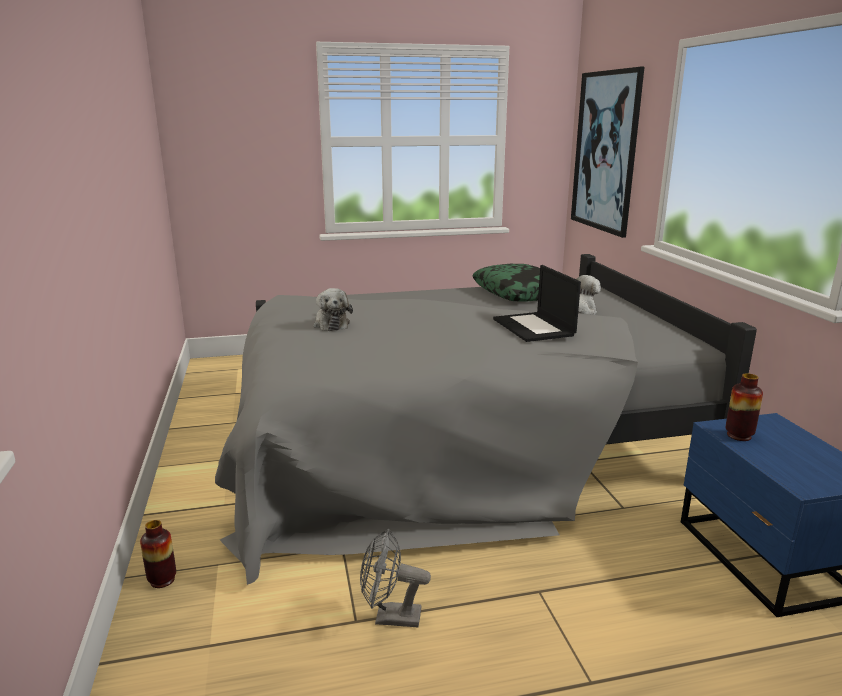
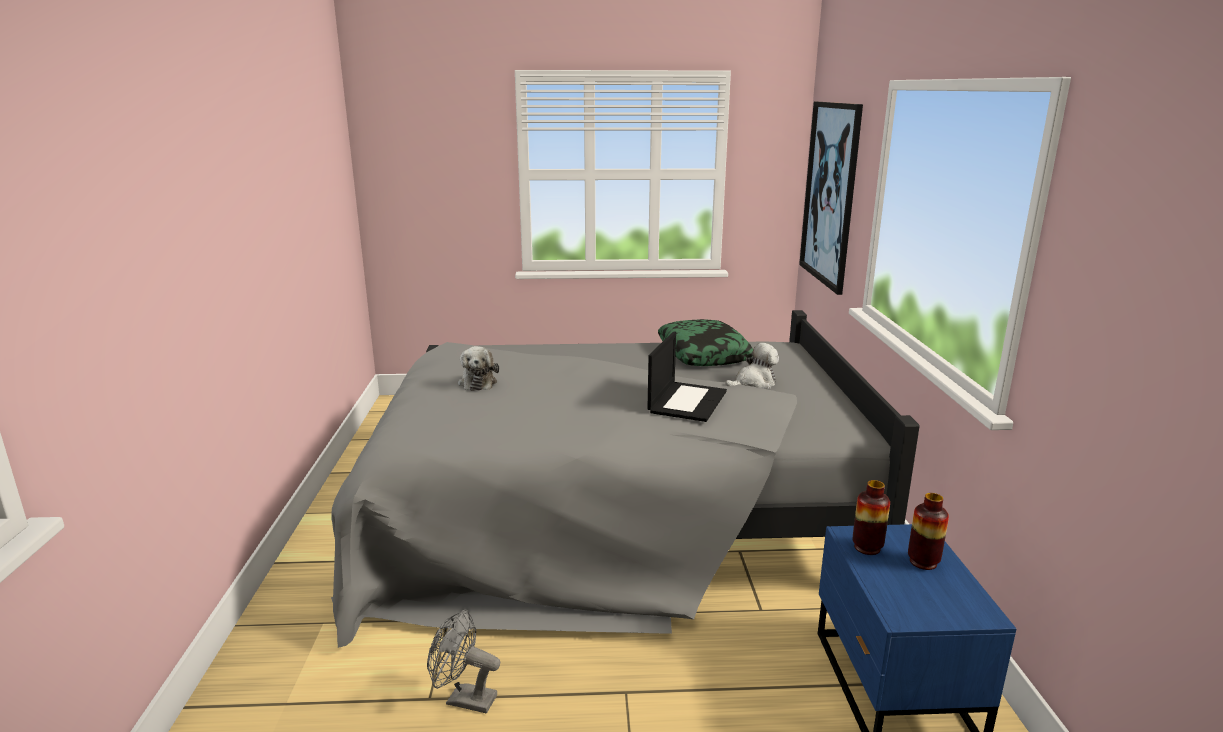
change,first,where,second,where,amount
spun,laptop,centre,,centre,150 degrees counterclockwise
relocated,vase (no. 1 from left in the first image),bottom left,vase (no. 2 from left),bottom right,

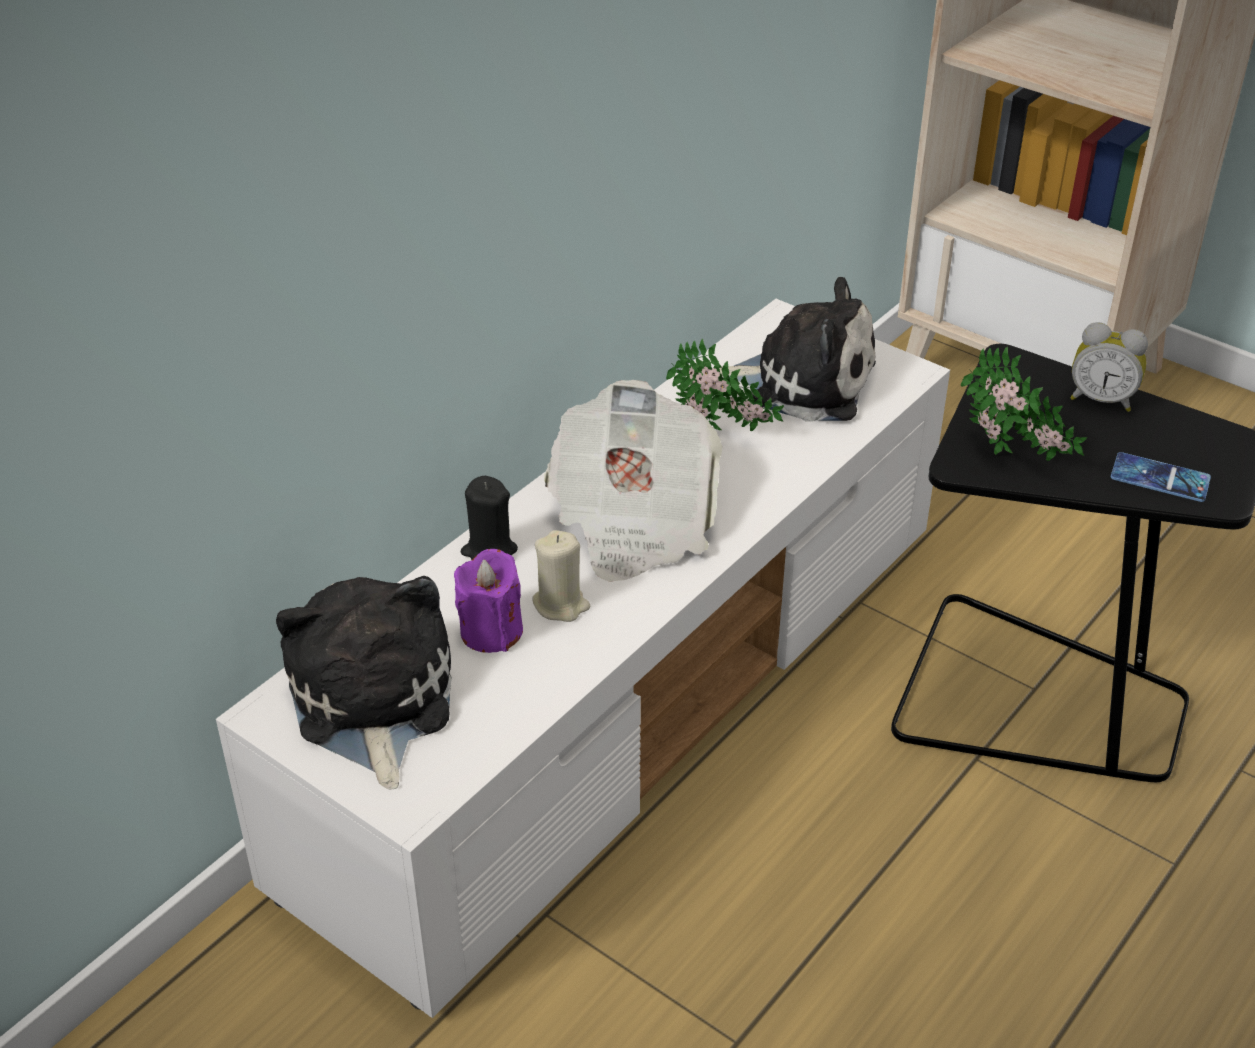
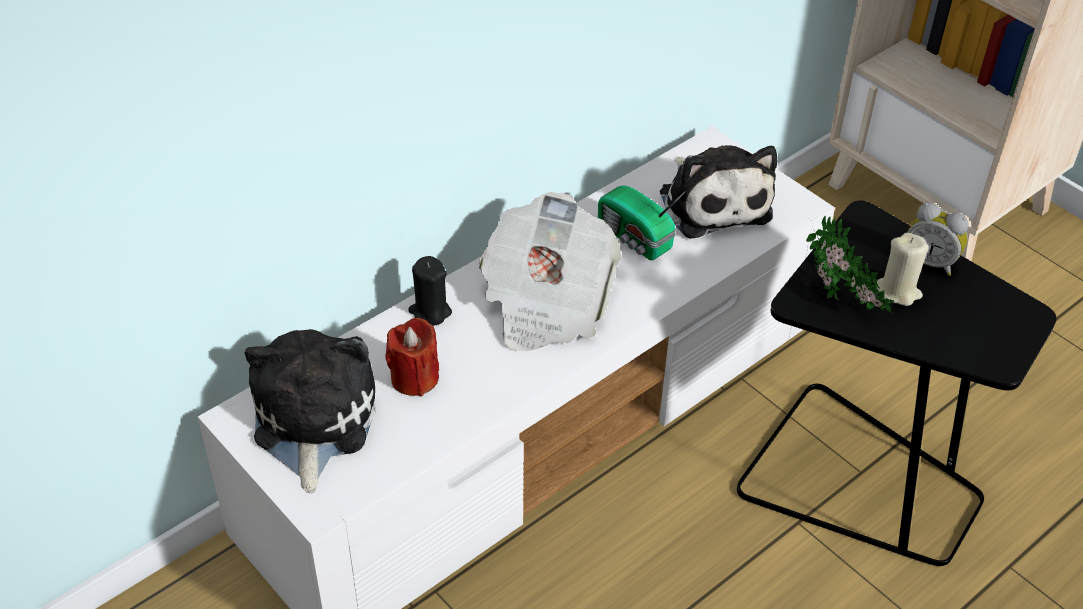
change,first,where,second,where,amount
spun,plush toy (no. 2 from left),top centre,,top centre,45 degrees clockwise
exchanged,potted plant (no. 1 from left),centre,radio,centre,
missing,phone,middle right,,,
relocated,candle in beige,centre,,middle right,
colour,candle in purple,centre,candle in red,centre,

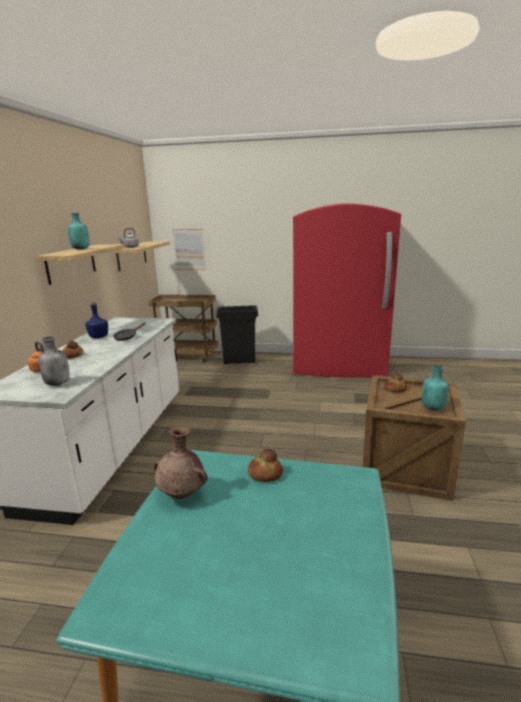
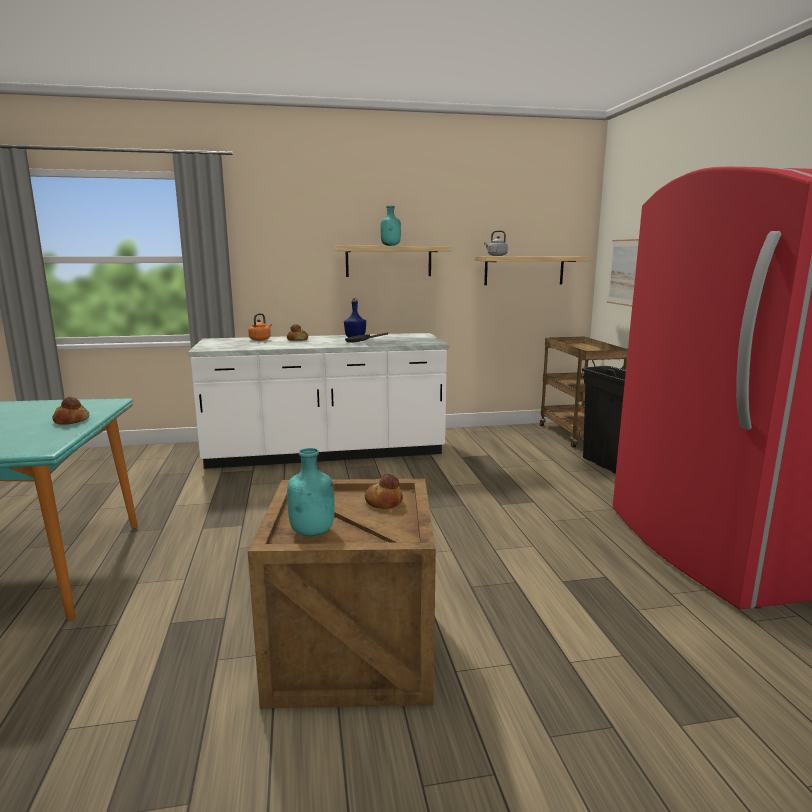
change,first,where,second,where,amount
missing,bottle in grey,middle left,,,
missing,vase in brown,centre,,,

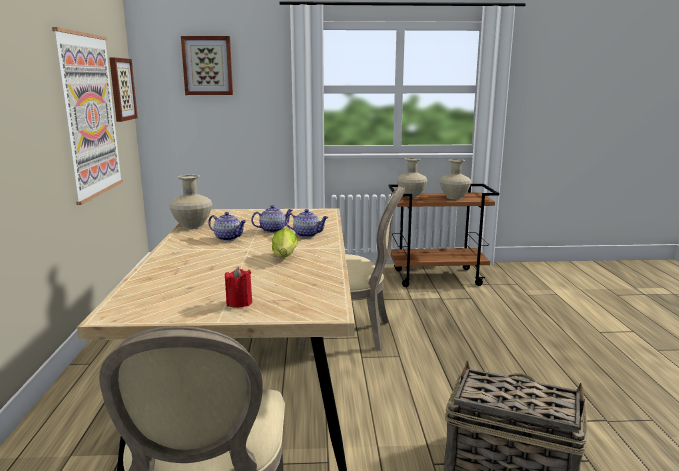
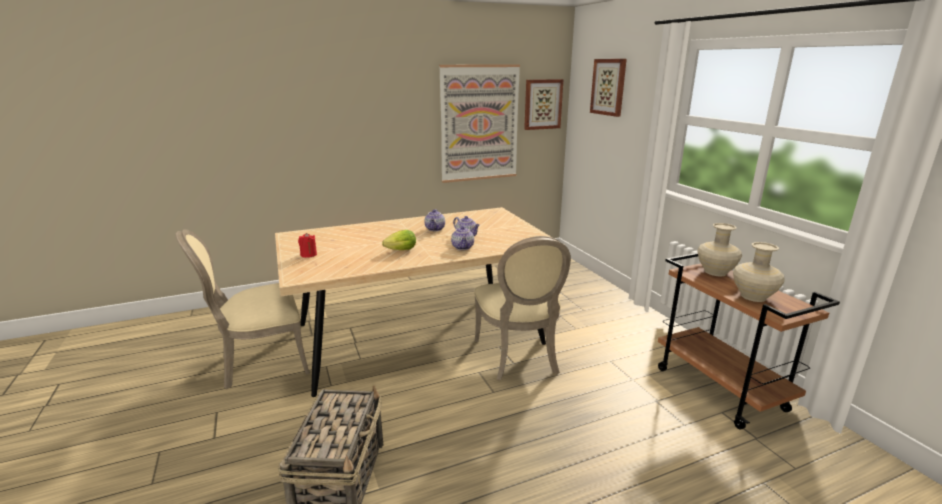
change,first,where,second,where,amount
missing,vase in beige (no. 1 from left),middle left,,,

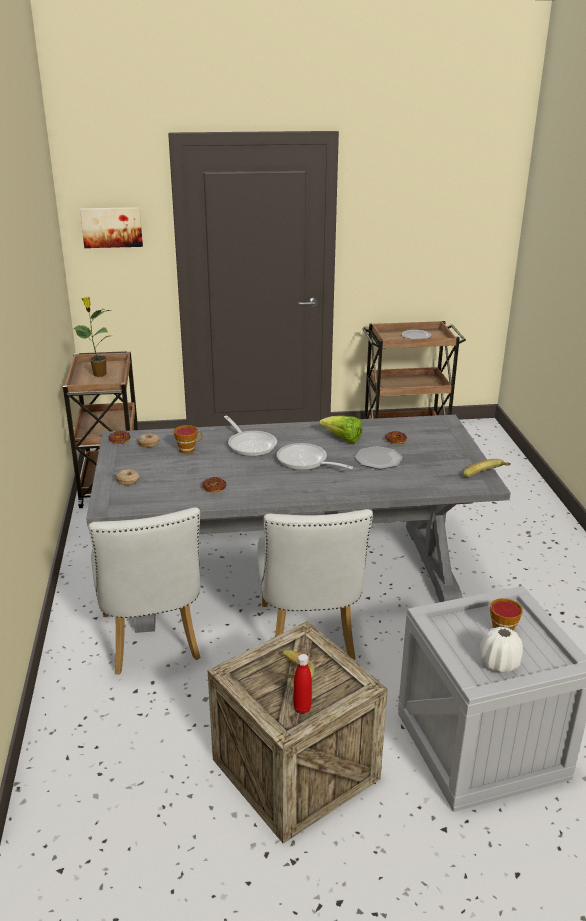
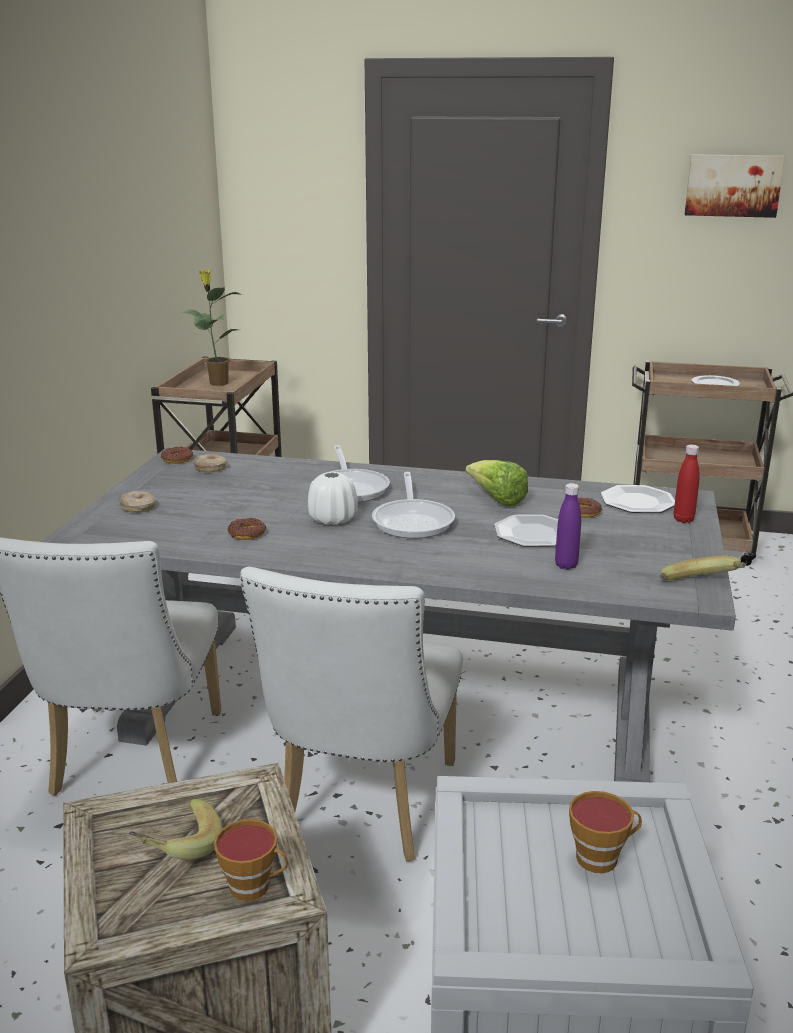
change,first,where,second,where,amount
relocated,picture,top left,,top right,
relocated,cup (no. 1 from left),middle left,,bottom left,
spun,frying pan (no. 2 from left),centre,,centre,150 degrees counterclockwise
relocated,vase in white,bottom right,,centre,
relocated,bottle in red,bottom centre,,middle right,
appeared,,,bottle in purple,middle right,
appeared,,,plate (no. 2 from left),middle right,

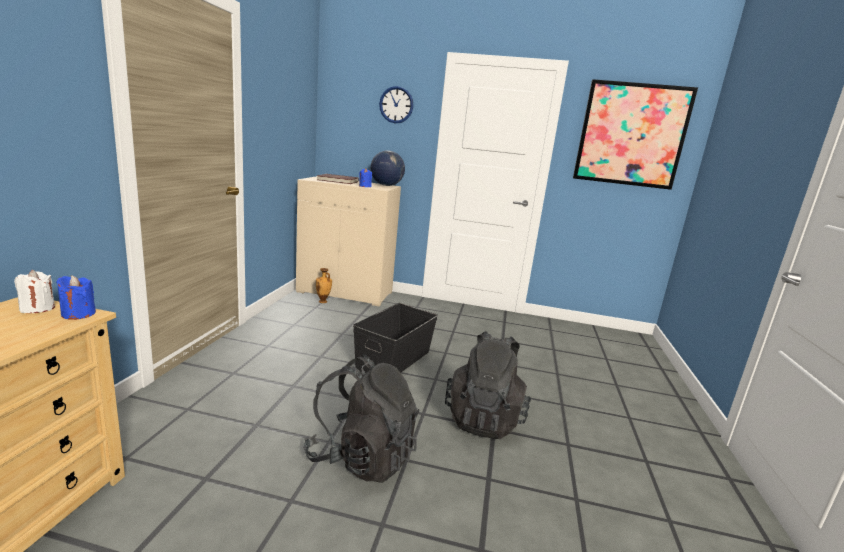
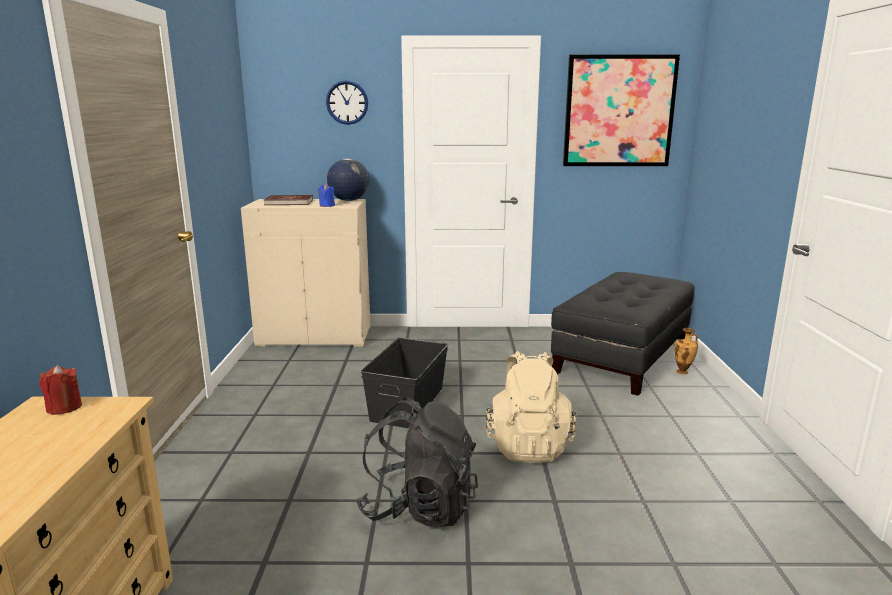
change,first,where,second,where,amount
relocated,vase,centre,,middle right,
colour,candle in white,middle left,candle in red,middle left,
missing,candle in blue (no. 1 from left),middle left,,,
colour,backpack in black (no. 2 from left),bottom centre,backpack in beige,bottom centre,
appeared,,,ottoman in black,middle right,

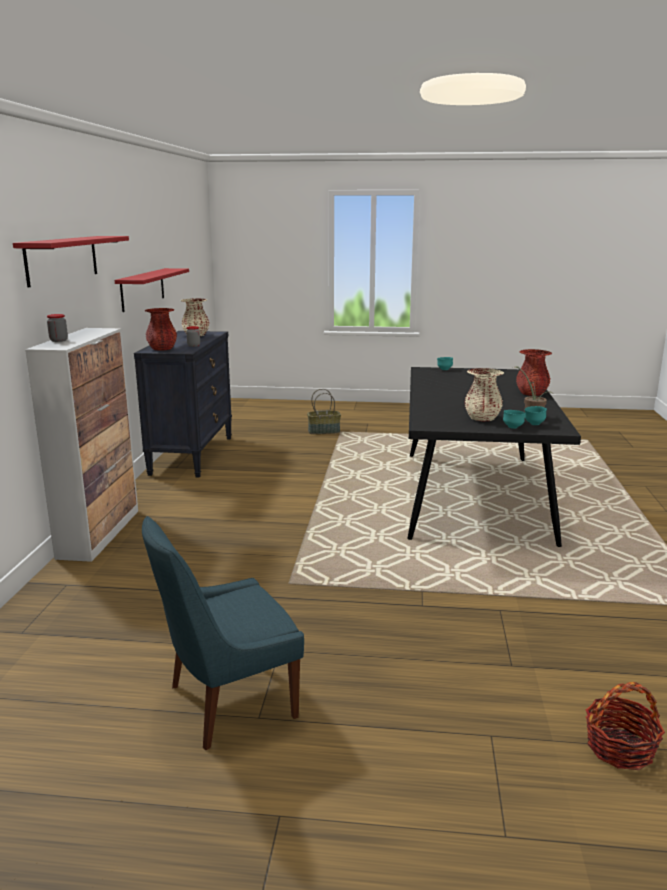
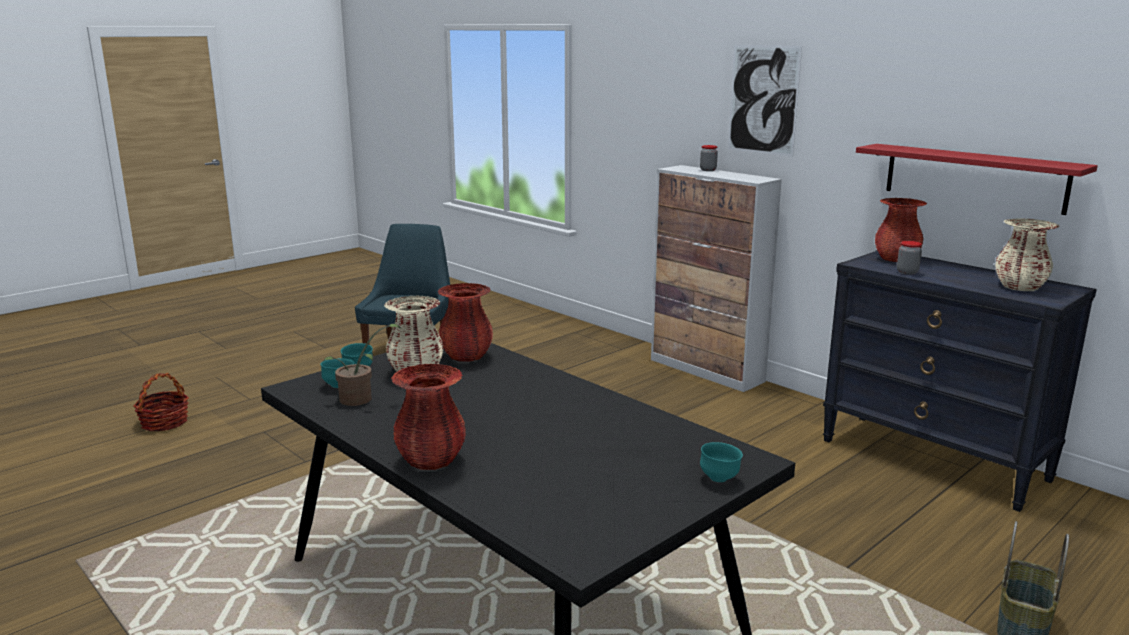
change,first,where,second,where,amount
exchanged,shelf in red (no. 1 from left),top left,picture,top right,
appeared,,,vase in red (no. 2 from left),centre,

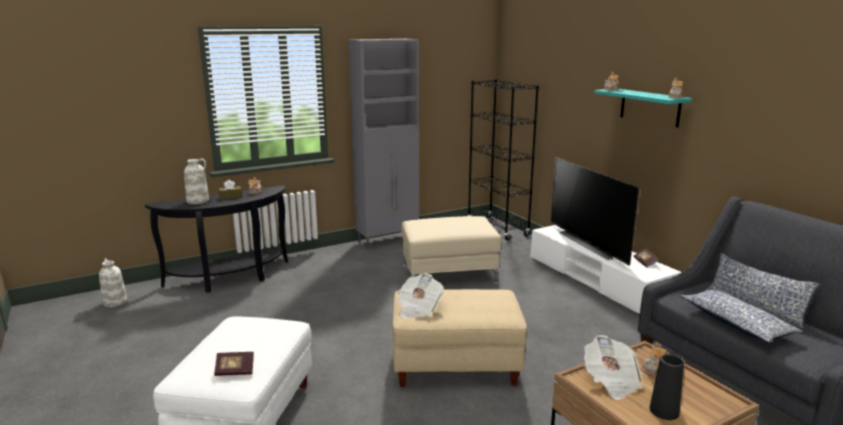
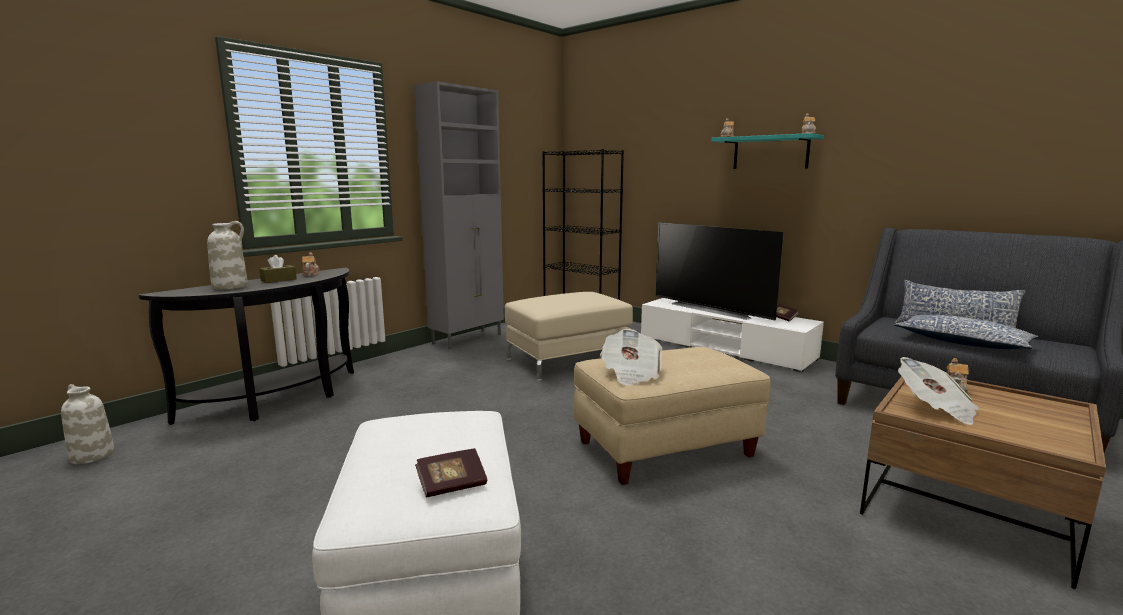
change,first,where,second,where,amount
missing,vase in black,bottom right,,,

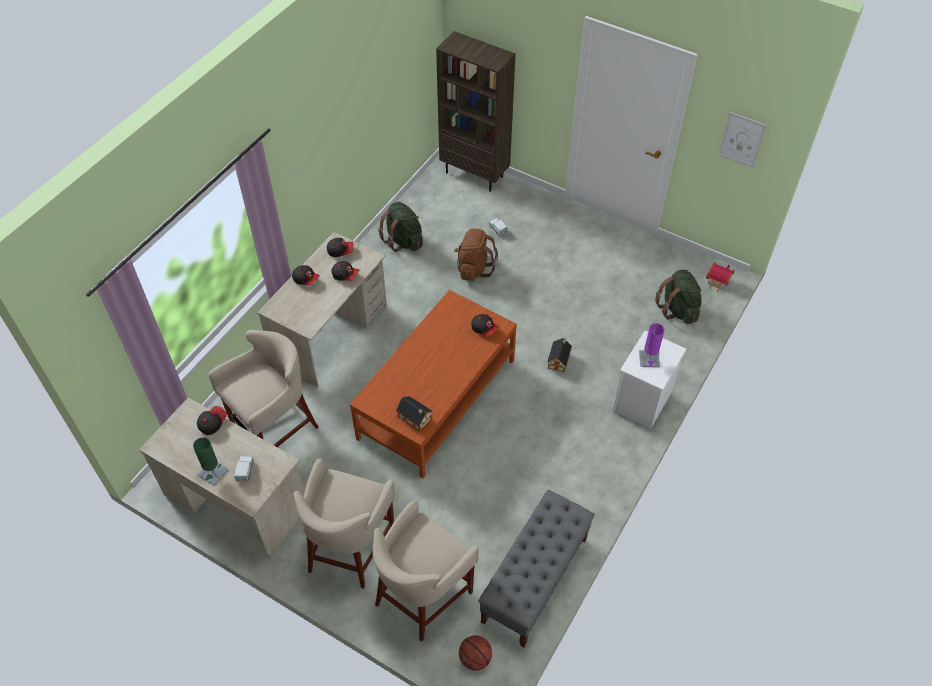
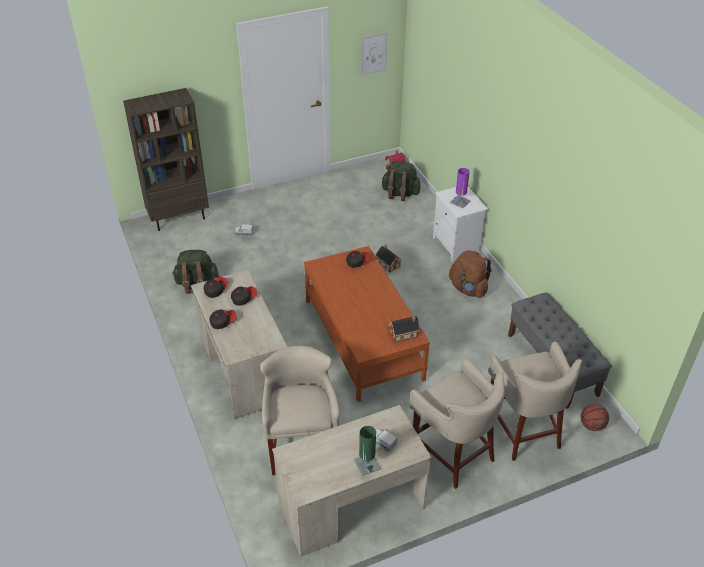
change,first,where,second,where,amount
relocated,backpack in brown,centre,,middle right,
missing,cap (no. 1 from left),middle left,,,

